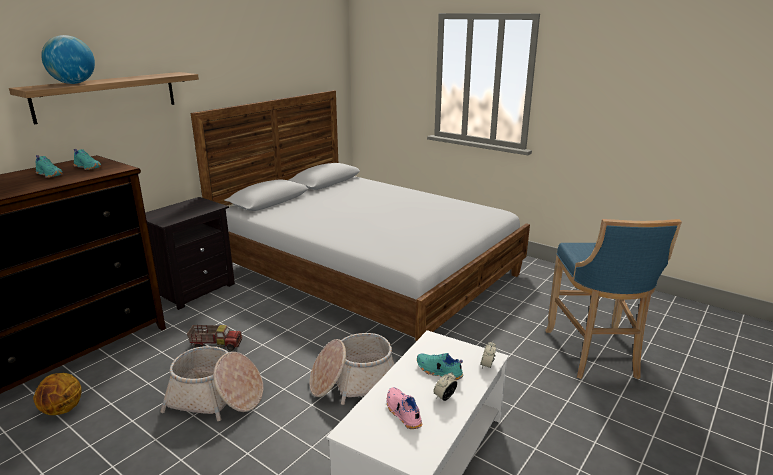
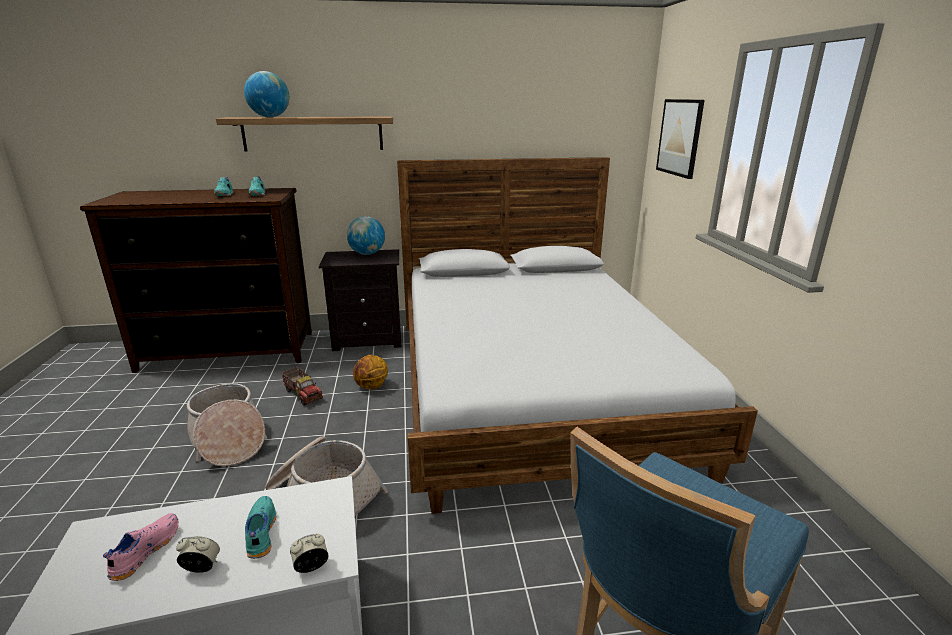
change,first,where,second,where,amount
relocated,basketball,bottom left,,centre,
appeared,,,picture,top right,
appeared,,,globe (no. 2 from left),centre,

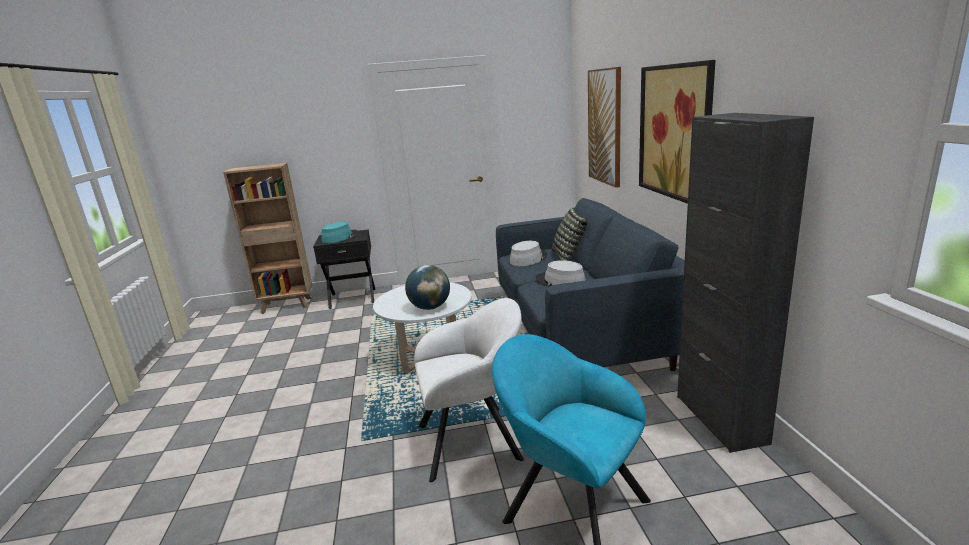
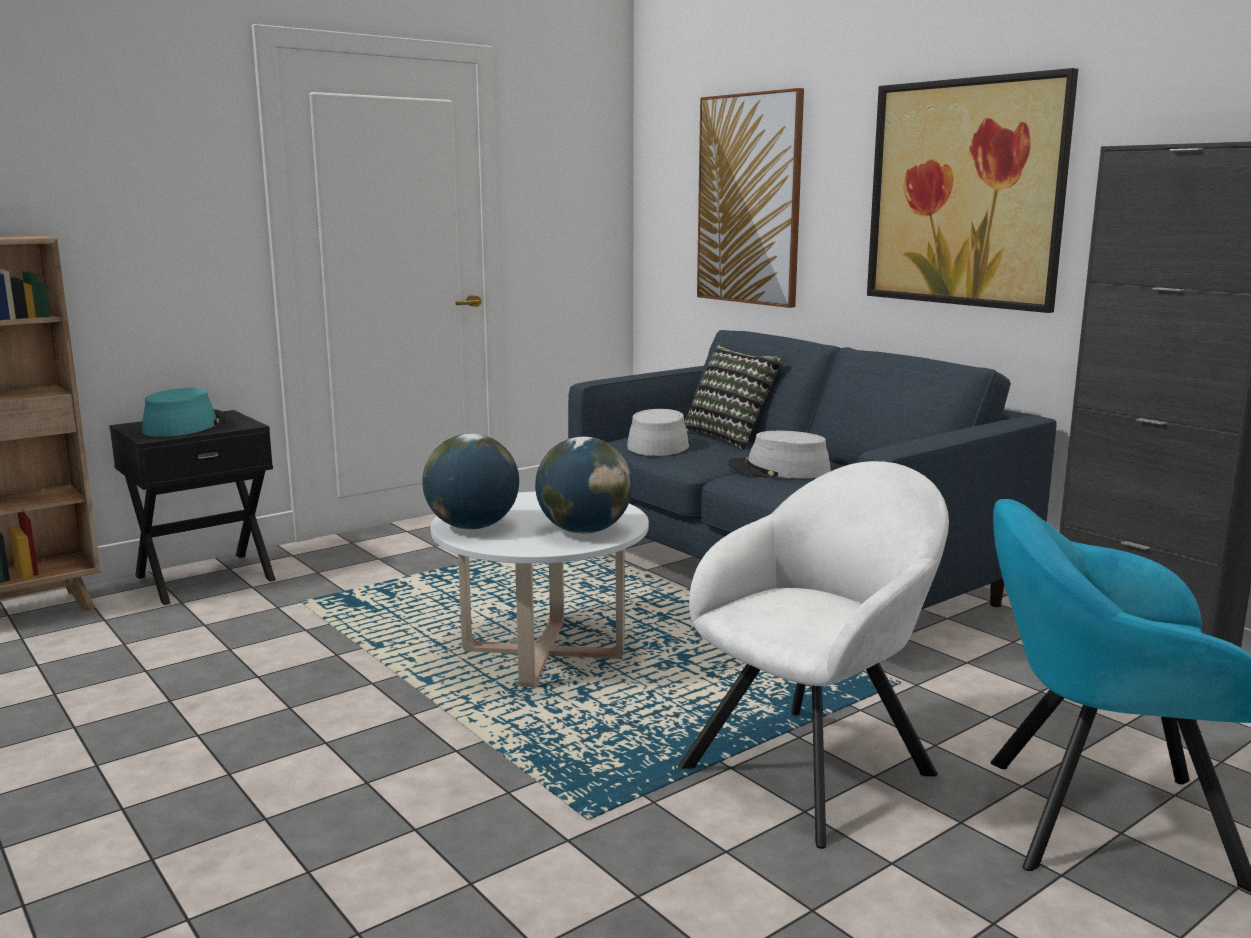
change,first,where,second,where,amount
appeared,,,globe (no. 1 from left),centre,

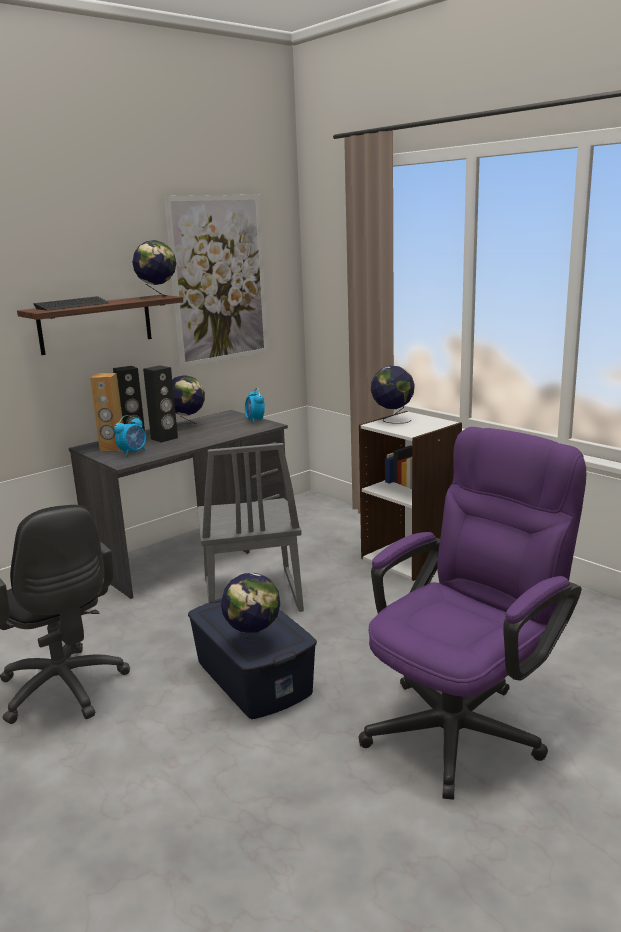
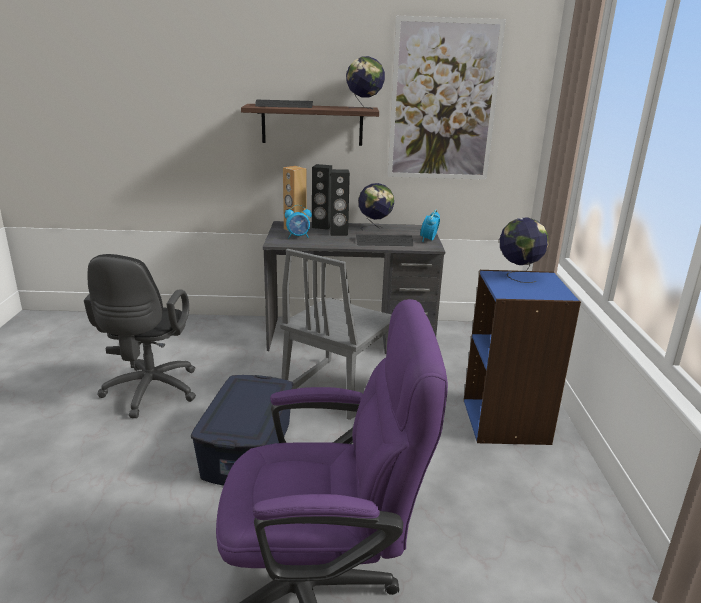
change,first,where,second,where,amount
colour,bookcase in white,centre,bookcase in blue,middle right,
missing,globe (no. 3 from left),centre,,,
appeared,,,keyboard (no. 2 from left),centre,

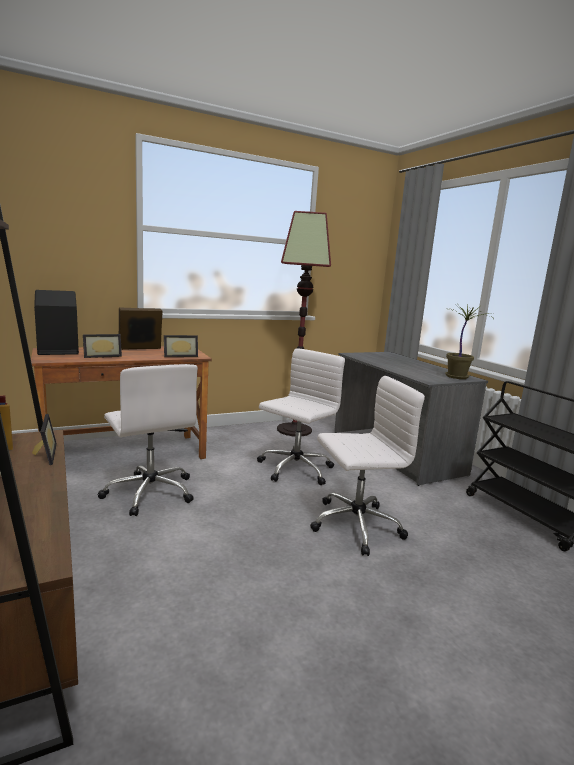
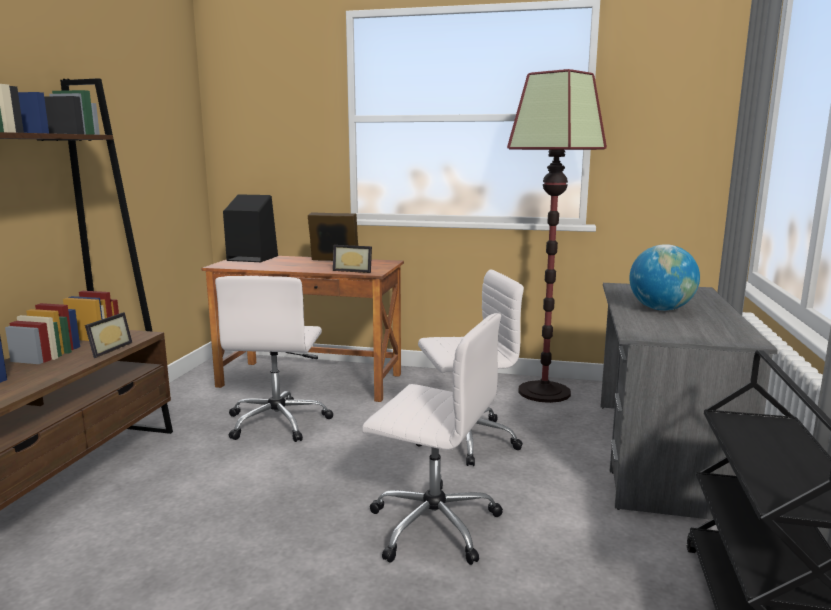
change,first,where,second,where,amount
missing,potted plant,middle right,,,
missing,picture frame (no. 2 from left),middle left,,,
appeared,,,globe,middle right,

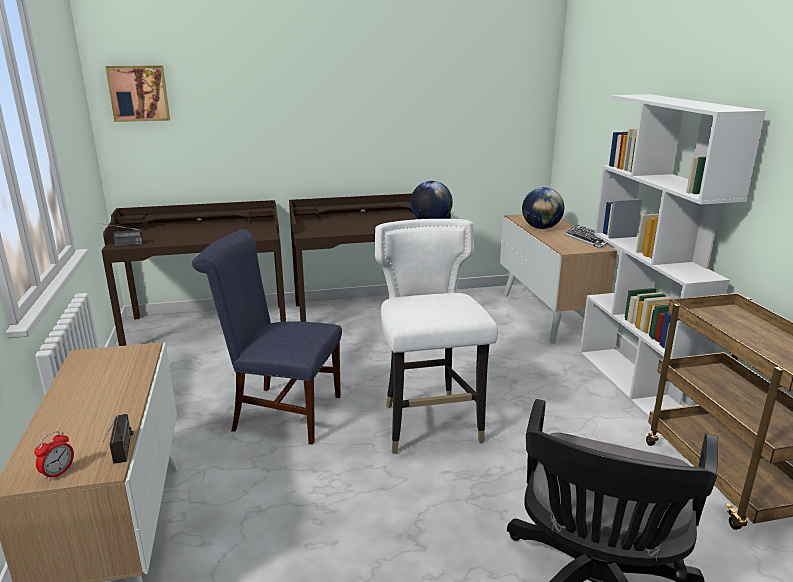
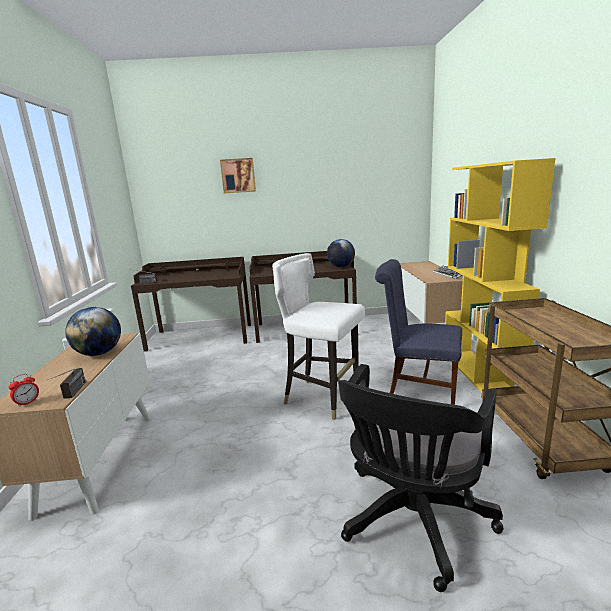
change,first,where,second,where,amount
relocated,picture,top left,,top centre,
colour,bookcase in white,middle right,bookcase in yellow,middle right,
relocated,globe (no. 2 from left in the first image),middle right,globe (no. 1 from left),middle left,
spun,chair in white,centre,,centre,60 degrees counterclockwise
relocated,chair in blue,centre,,middle right,

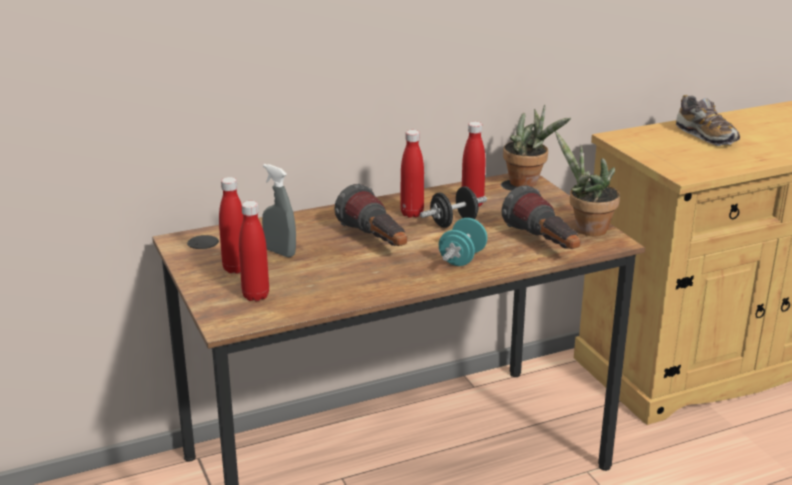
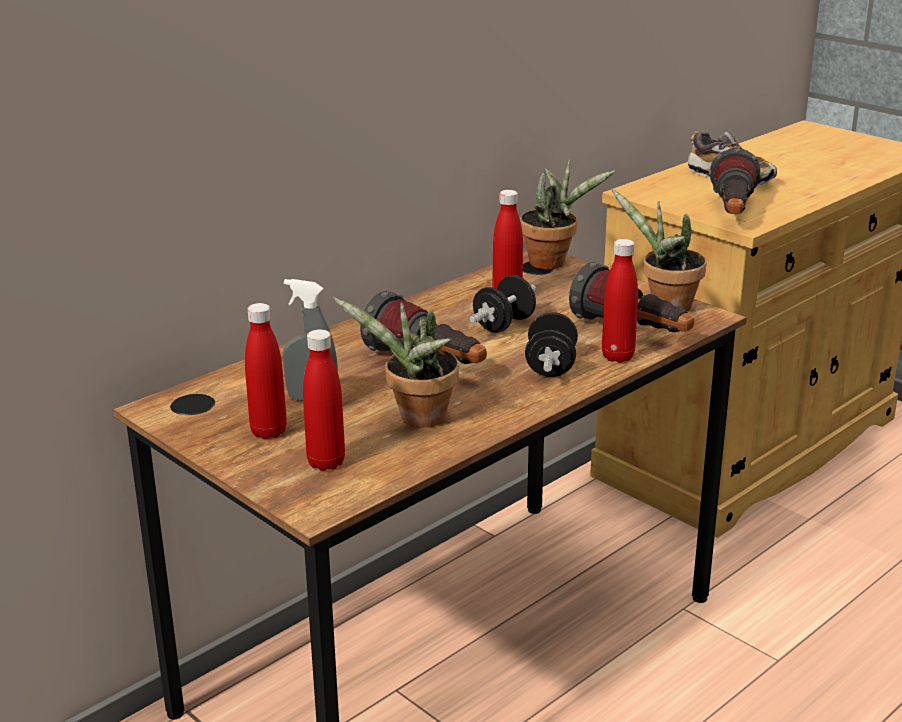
change,first,where,second,where,amount
relocated,bottle in red (no. 3 from left in the first image),centre,bottle in red (no. 4 from left),middle right,
colour,dumbbell in turquoise,centre,dumbbell in black (no. 2 from left),centre,
appeared,,,flashlight (no. 3 from left),top right,
appeared,,,potted plant (no. 1 from left),centre,

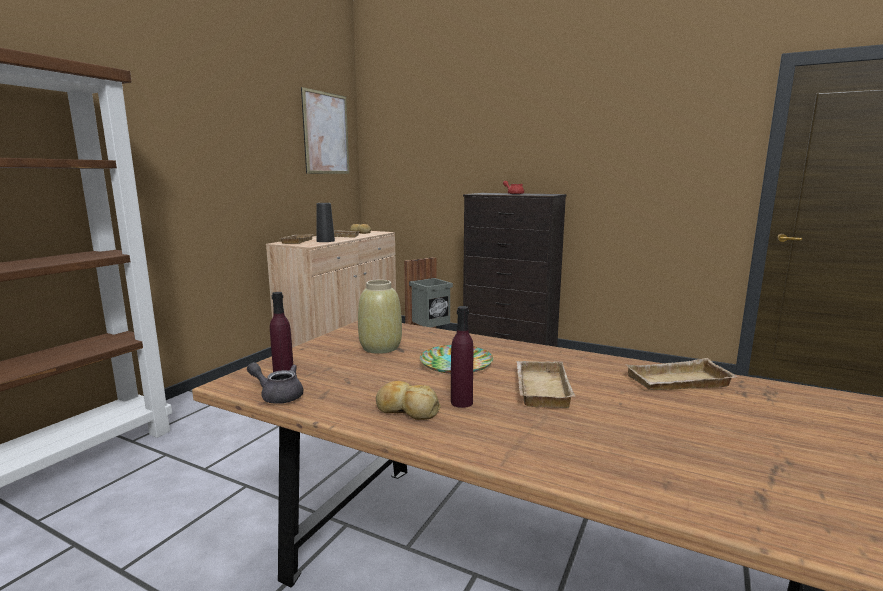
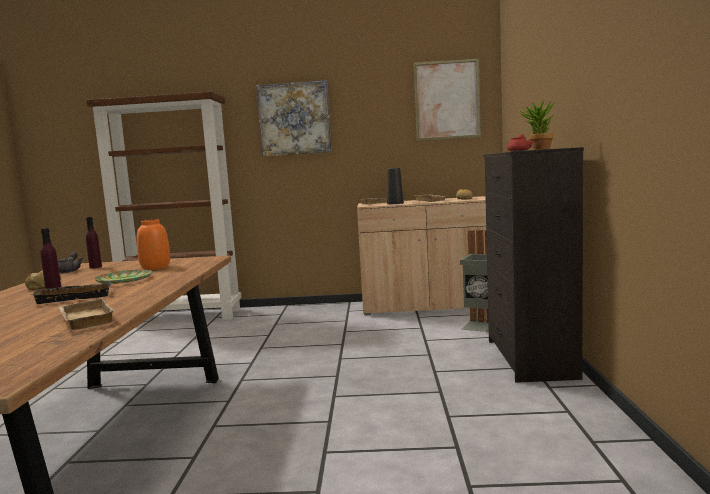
change,first,where,second,where,amount
colour,vase in beige,centre,vase in orange,middle left,
colour,tray in beige (no. 3 from left),centre,tray in black,middle left,
appeared,,,picture (no. 1 from left),top centre,
appeared,,,potted plant,top right,

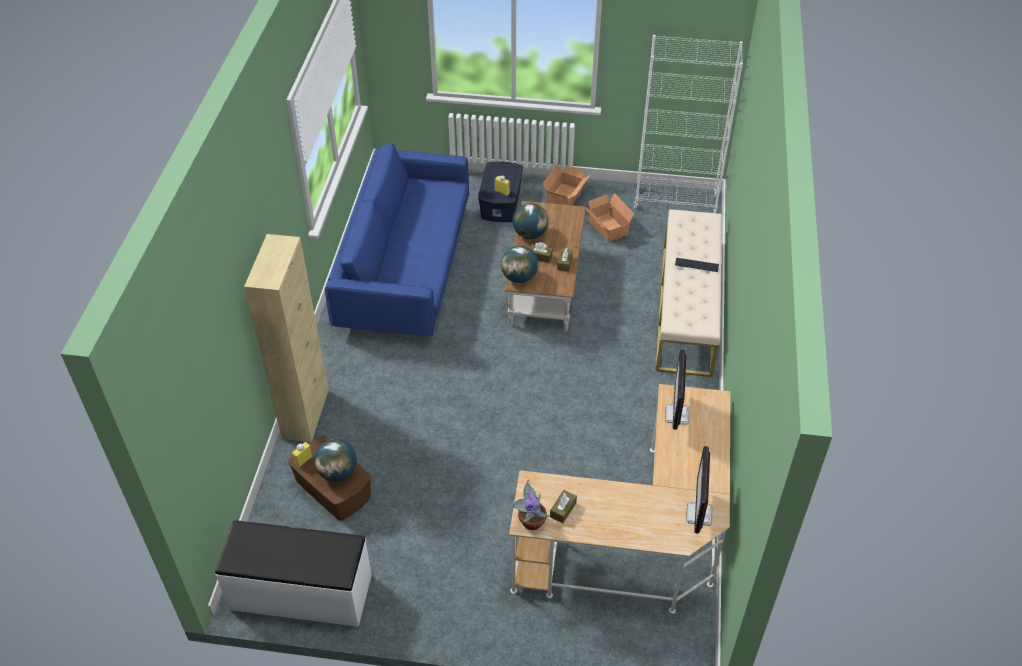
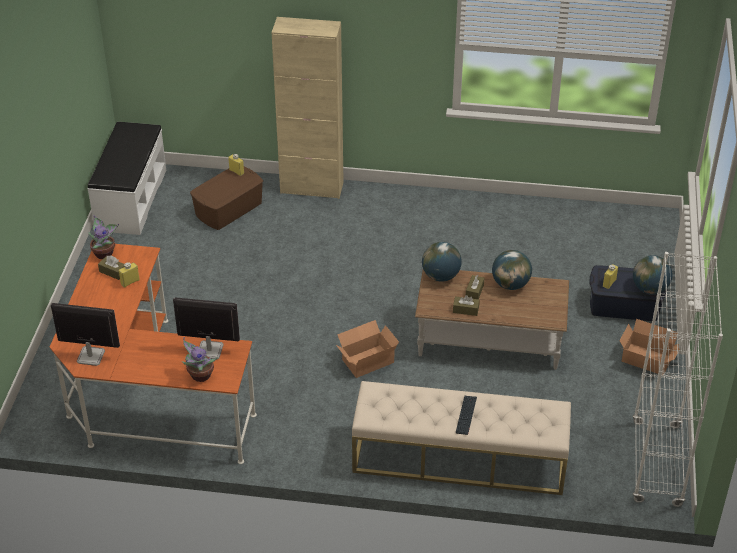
change,first,where,second,where,amount
missing,sofa in blue,centre,,,
relocated,cardboard box (no. 2 from left in the first image),top centre,cardboard box (no. 1 from left),centre,
colour,desk in beige,bottom centre,desk in orange,middle left,
relocated,globe (no. 1 from left in the first image),bottom left,globe (no. 3 from left),middle right,
appeared,,,bottle in yellow (no. 1 from left),middle left,
appeared,,,potted plant (no. 2 from left),middle left,

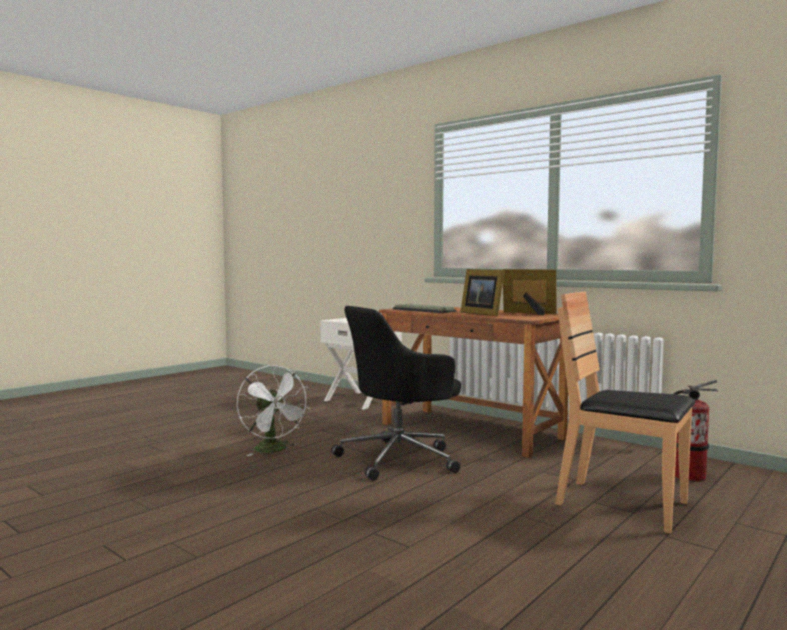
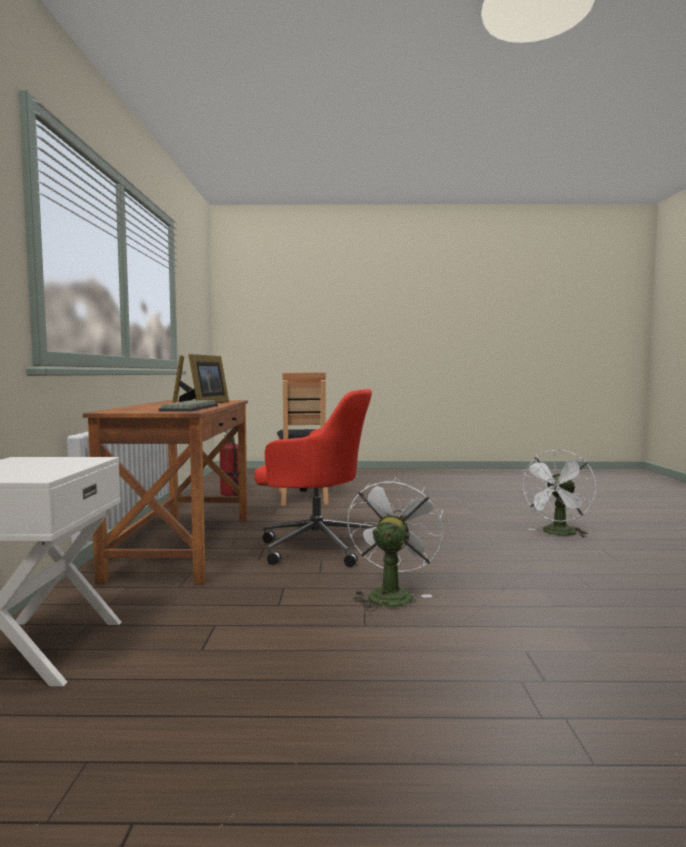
change,first,where,second,where,amount
colour,office chair in black,centre,office chair in red,centre,
appeared,,,fan in white (no. 2 from left),middle right,

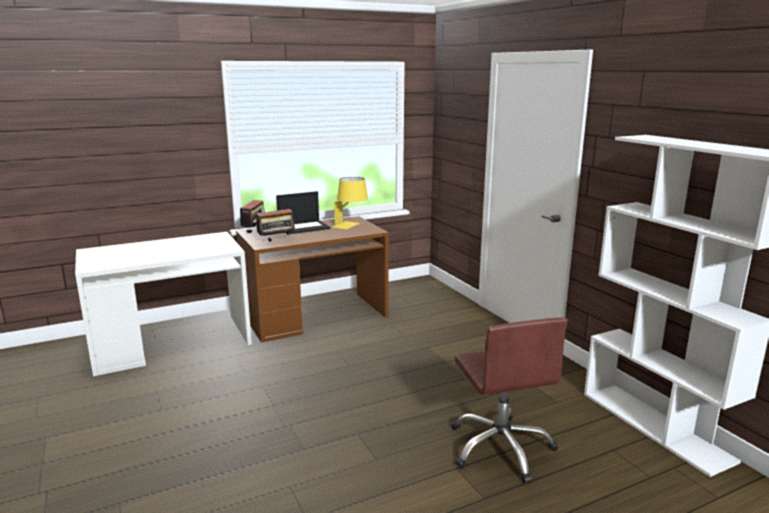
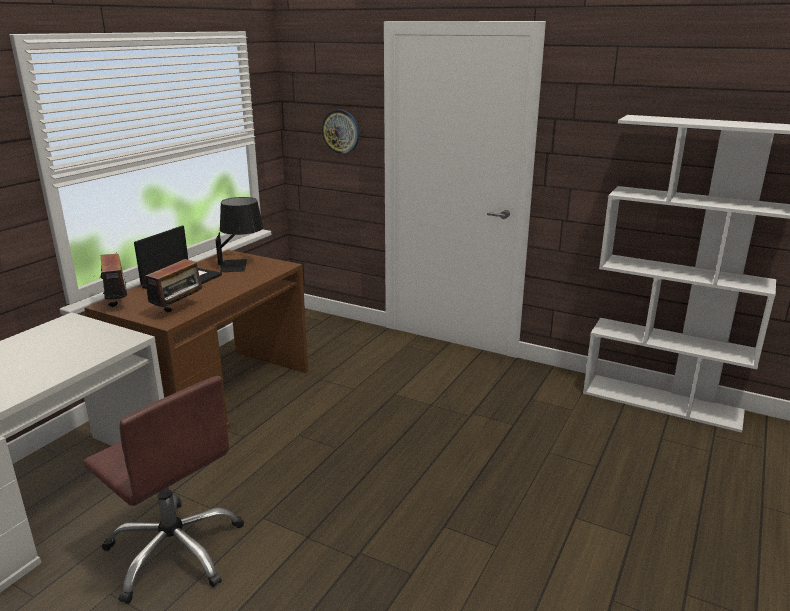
change,first,where,second,where,amount
colour,table lamp in yellow,centre,table lamp in black,middle left,
relocated,office chair in brown,bottom centre,,bottom left,
appeared,,,wall clock,top centre,

